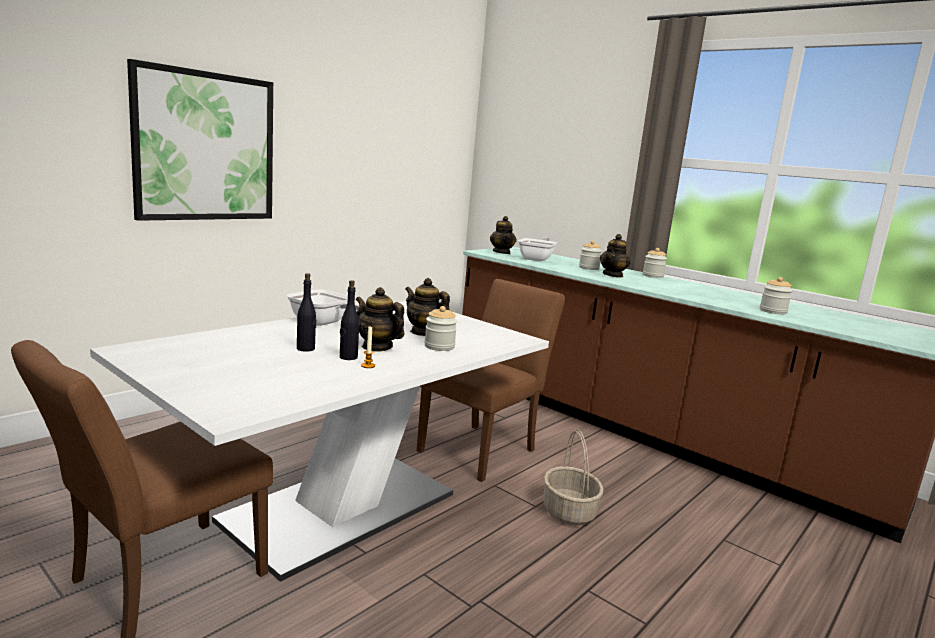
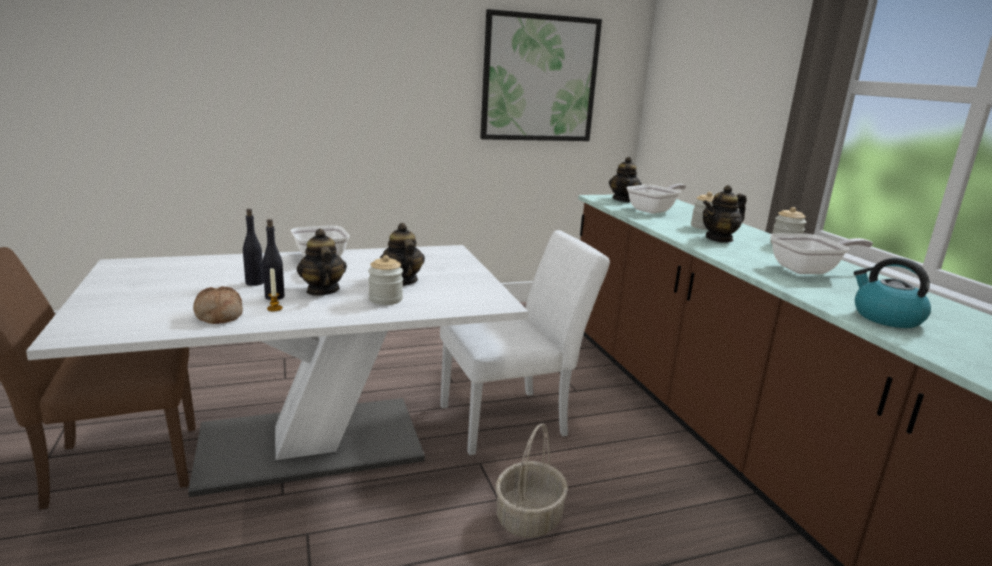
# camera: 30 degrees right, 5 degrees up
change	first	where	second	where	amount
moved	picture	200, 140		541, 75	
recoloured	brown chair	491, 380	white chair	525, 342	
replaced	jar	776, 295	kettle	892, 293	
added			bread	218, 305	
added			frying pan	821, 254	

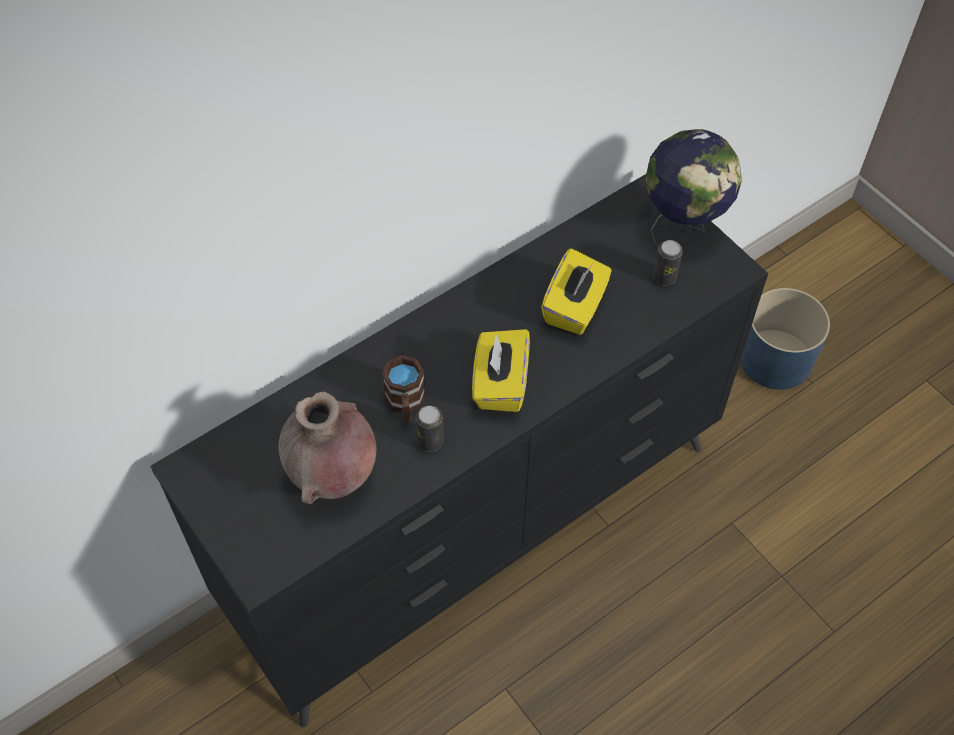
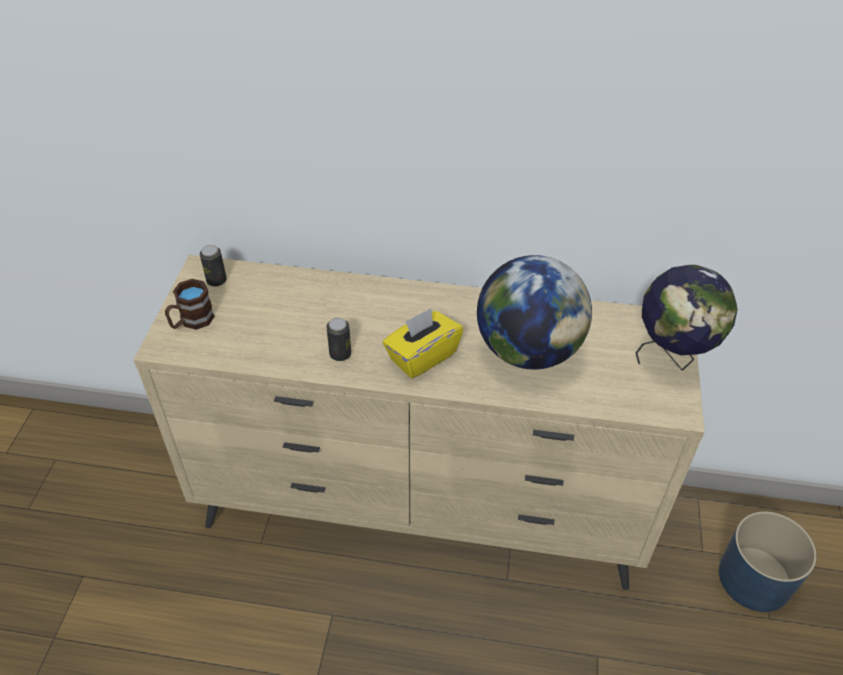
# camera: 45 degrees right, 10 degrees down
change	first	where	second	where	amount
recoloured	black dresser	459, 450	beige dresser	419, 422	
removed	brown vase	327, 447			
moved	brown mug	404, 388		190, 304	
replaced	yellow tissue box	576, 291	globe	534, 312	
moved	can	668, 262		213, 266	

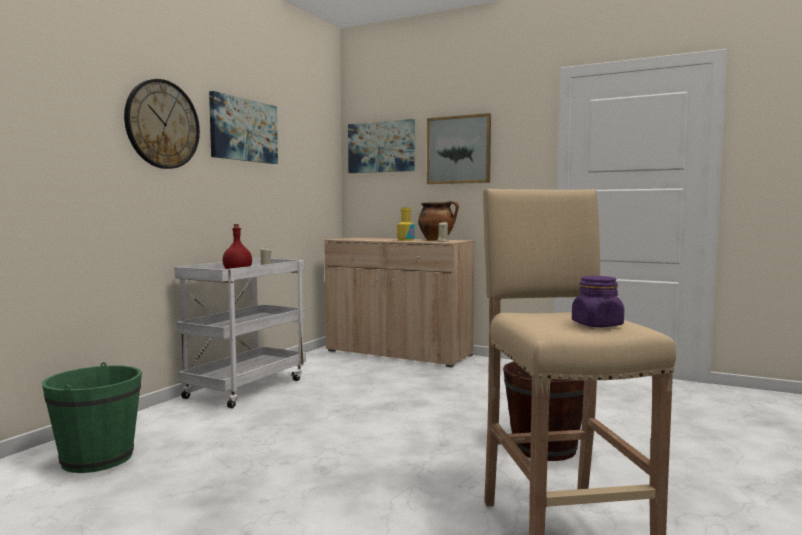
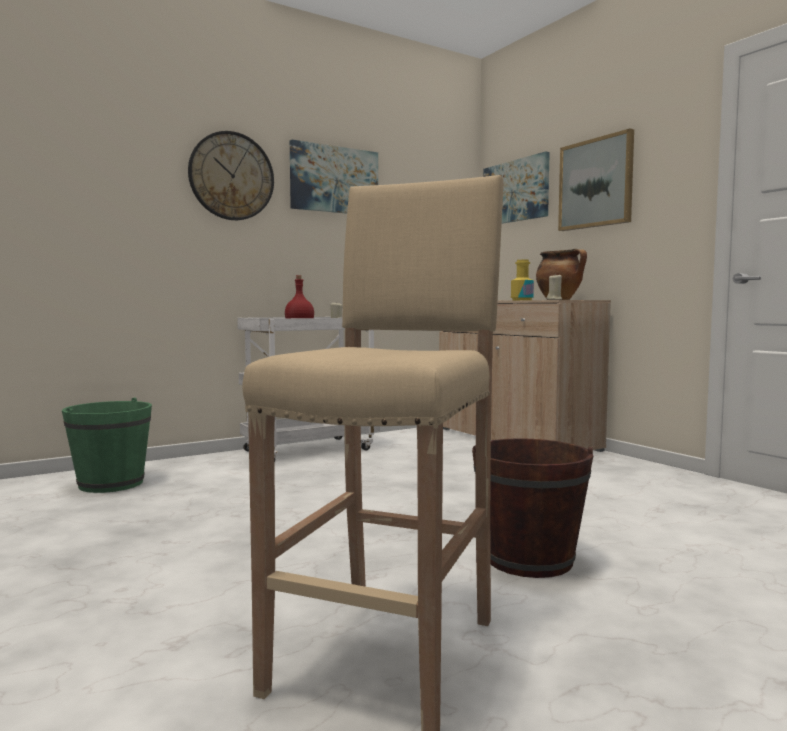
# camera: 30 degrees right, 0 degrees up
change	first	where	second	where	amount
removed	purple jar	598, 301			

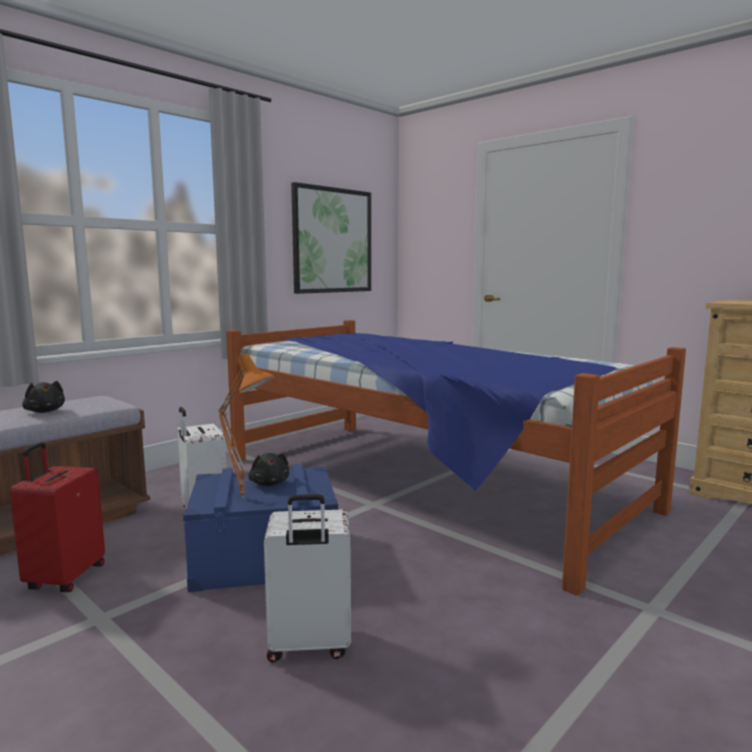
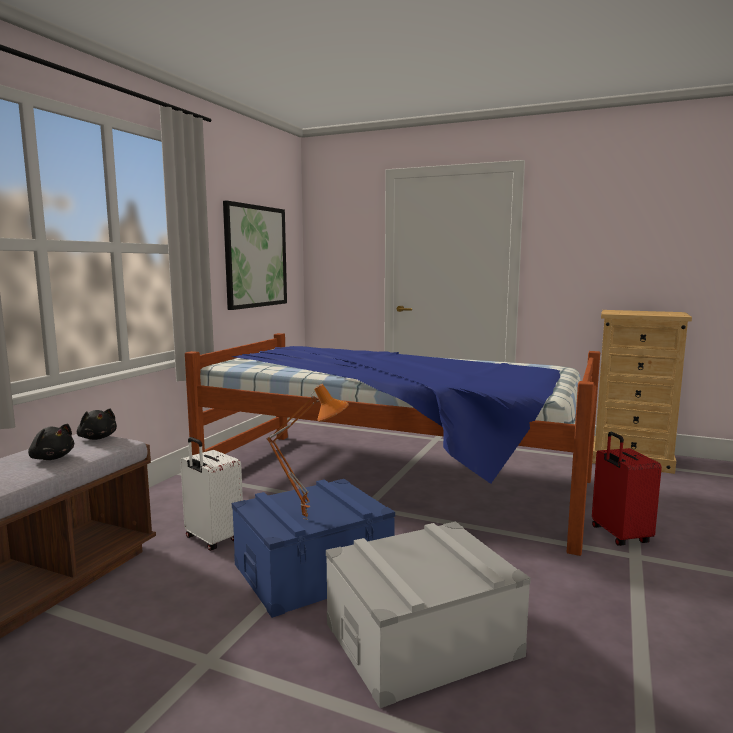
# camera: 20 degrees left, 0 degrees up
change	first	where	second	where	amount
moved	red suitcase	57, 517		627, 489	
moved	black plush toy	269, 469		97, 424	
replaced	white suitcase	307, 578	grey storage box	428, 614	

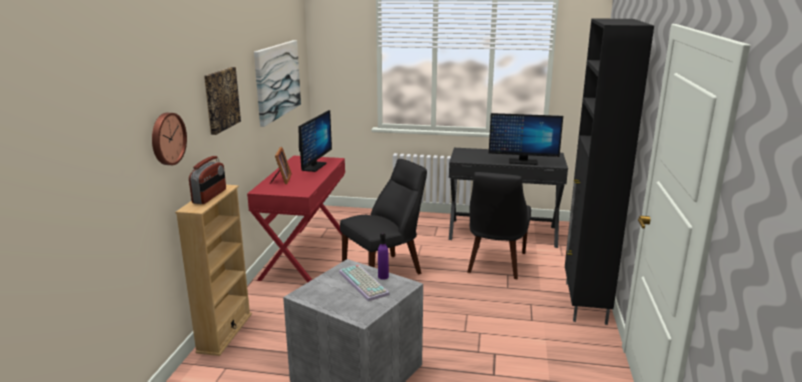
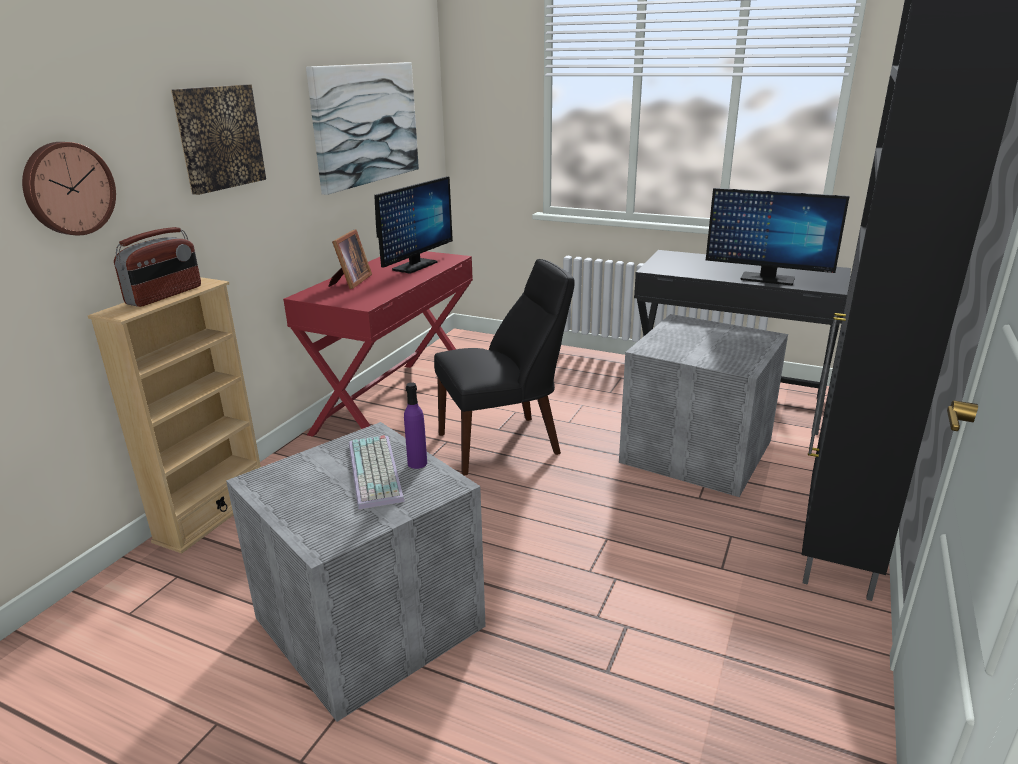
# camera: 15 degrees right, 5 degrees up
change	first	where	second	where	amount
replaced	black chair	499, 225	grey storage box	703, 405	

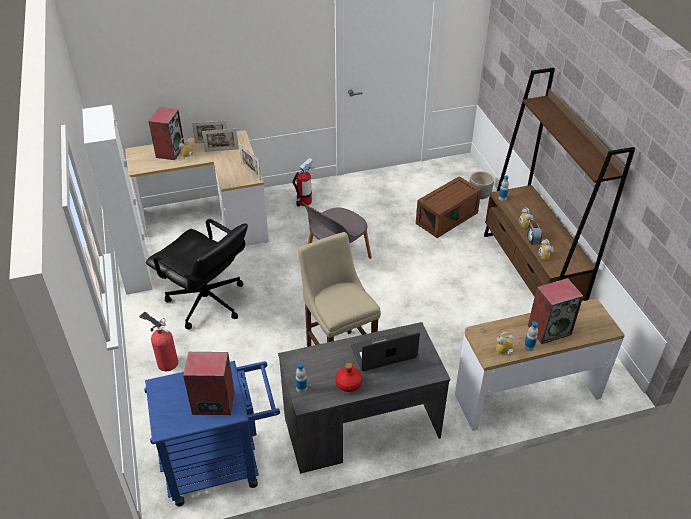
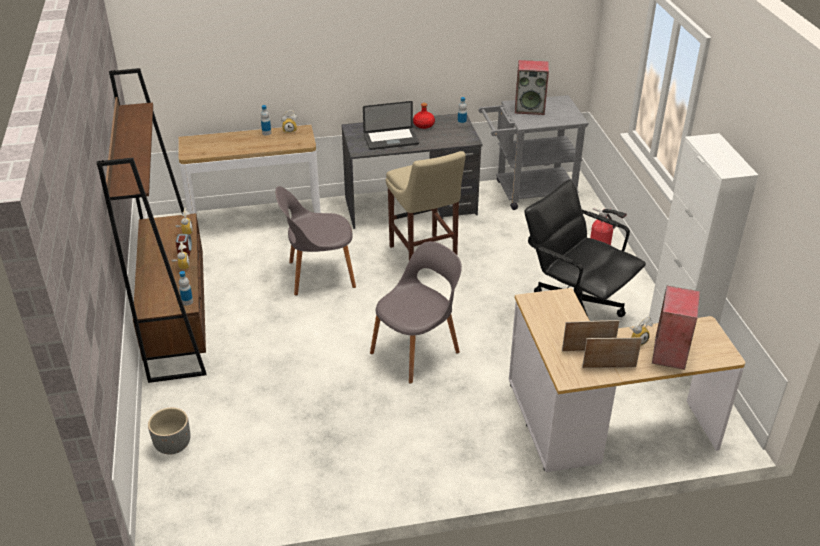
# camera: 175 degrees left, 5 degrees down
change	first	where	second	where	amount
recoloured	blue cart	212, 433	grey cart	533, 152	
removed	picture frame	250, 162			
removed	fire extinguisher	303, 182			
removed	brown storage box	448, 207			
removed	speaker	555, 311			
added			grey chair	315, 241	

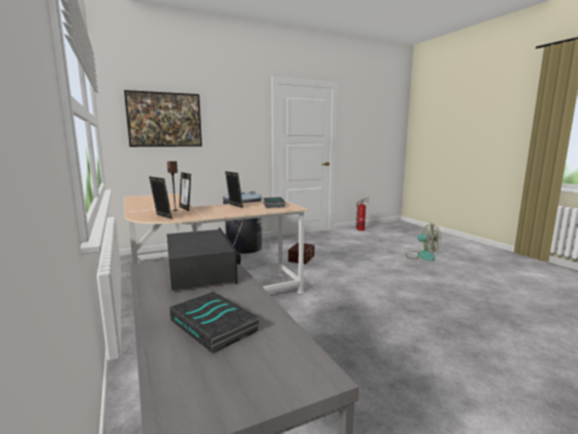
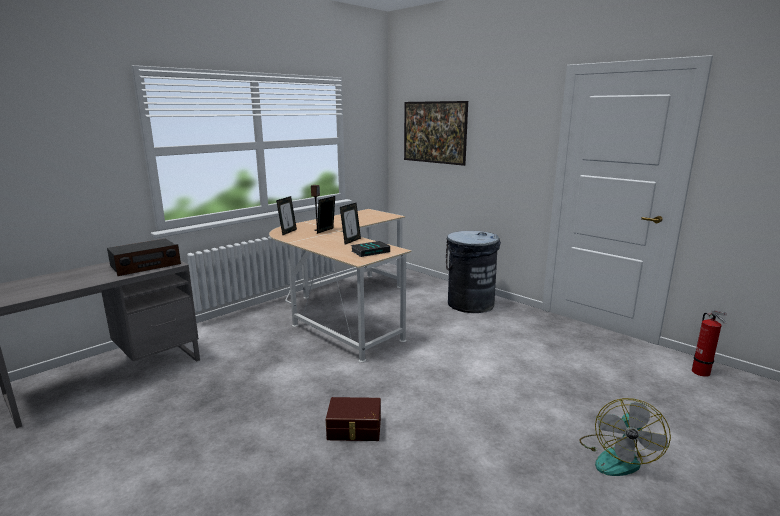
# camera: 70 degrees right, 5 degrees up
change	first	where	second	where	amount
removed	book	214, 323			
moved	brown storage box	301, 253		353, 419	

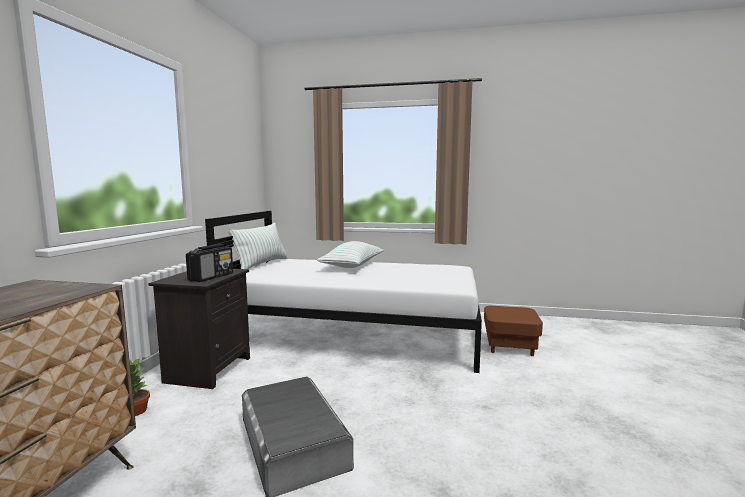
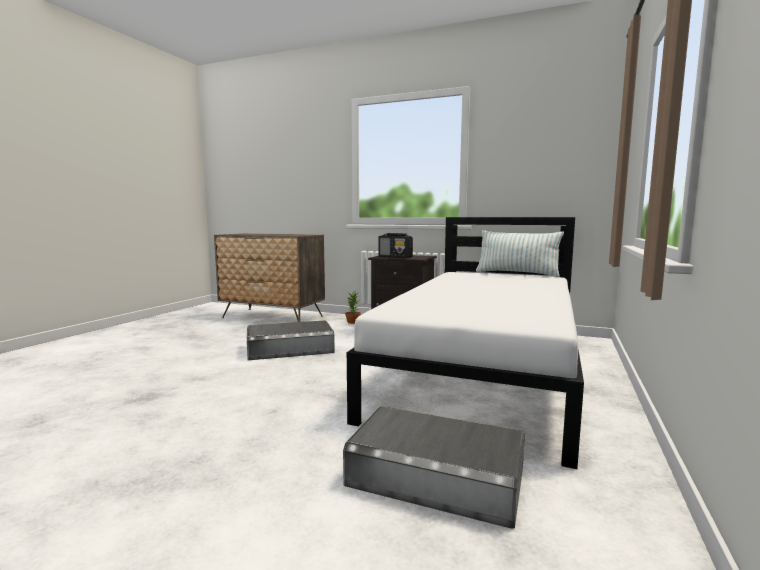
# camera: 100 degrees right, 0 degrees up
change	first	where	second	where	amount
removed	pillow	350, 254			
replaced	brown ottoman	513, 331	grey storage box	434, 467	

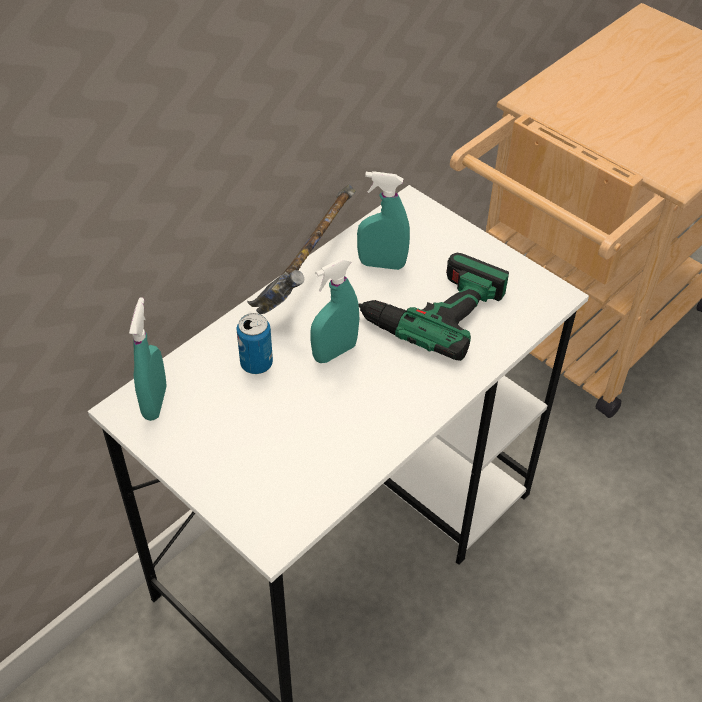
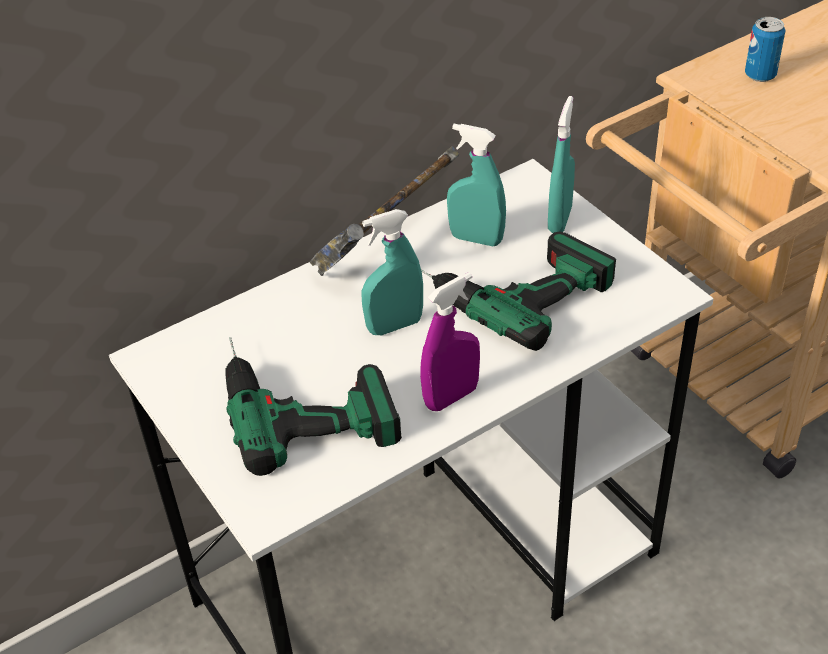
# camera: 15 degrees right, 5 degrees down
change	first	where	second	where	amount
moved	turquoise spray bottle	148, 359		561, 164	
moved	can	254, 343		765, 49	
added			power drill	313, 406	
added			purple spray bottle	450, 341	

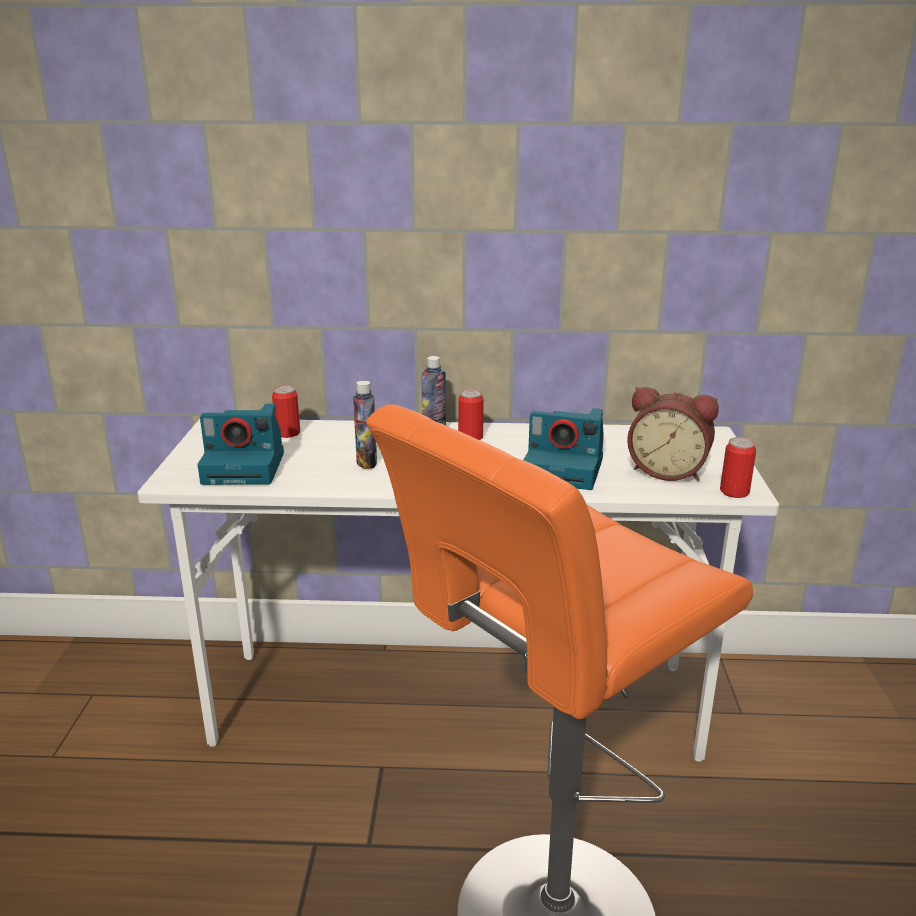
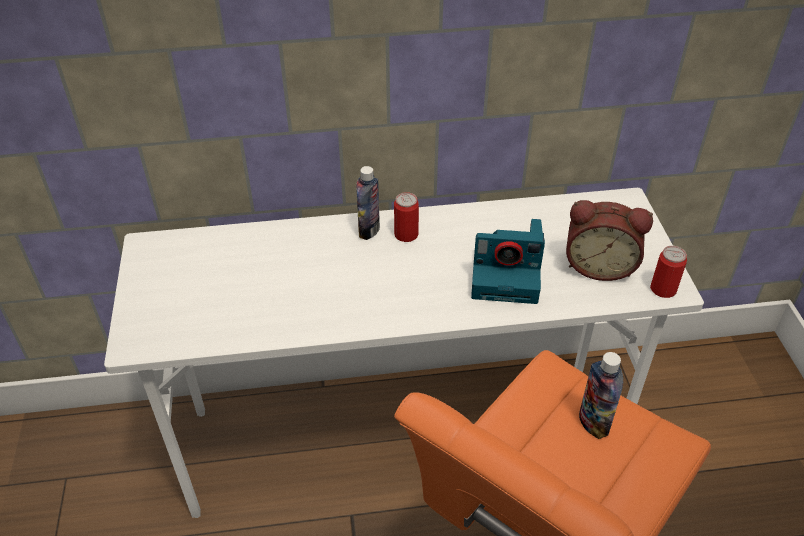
# camera: 10 degrees left, 20 degrees up
change	first	where	second	where	amount
removed	photo camera	240, 444			
removed	can	286, 412			
moved	bottle	365, 425		601, 395	

